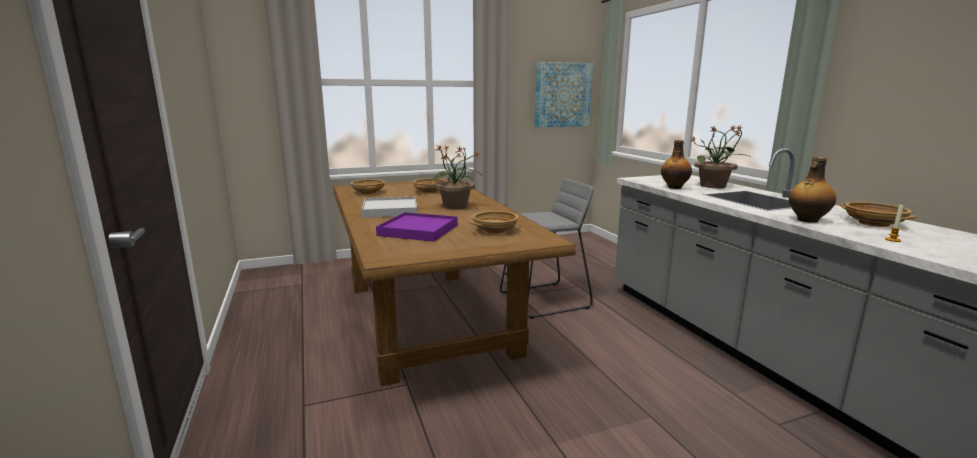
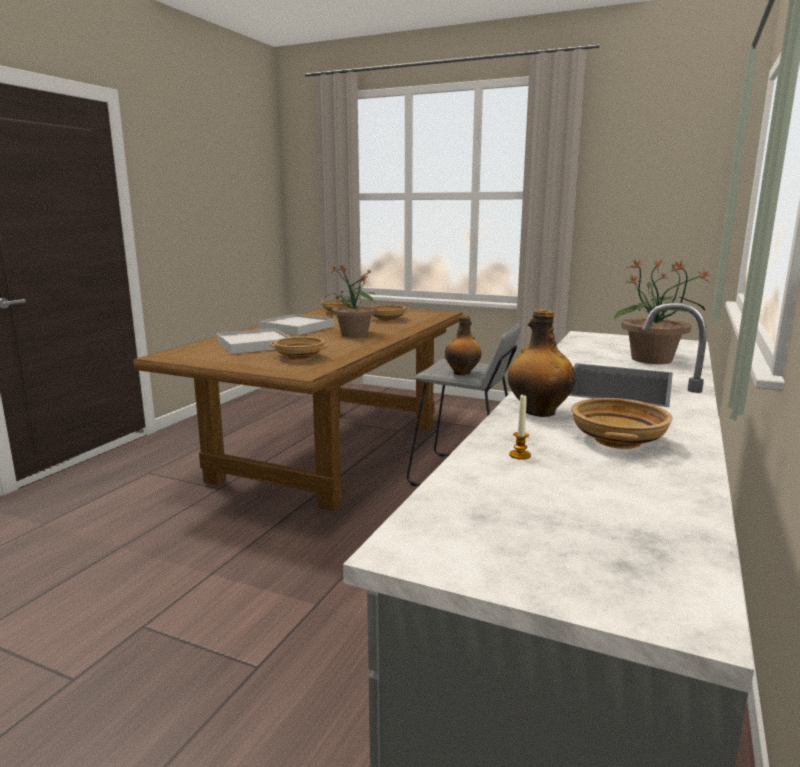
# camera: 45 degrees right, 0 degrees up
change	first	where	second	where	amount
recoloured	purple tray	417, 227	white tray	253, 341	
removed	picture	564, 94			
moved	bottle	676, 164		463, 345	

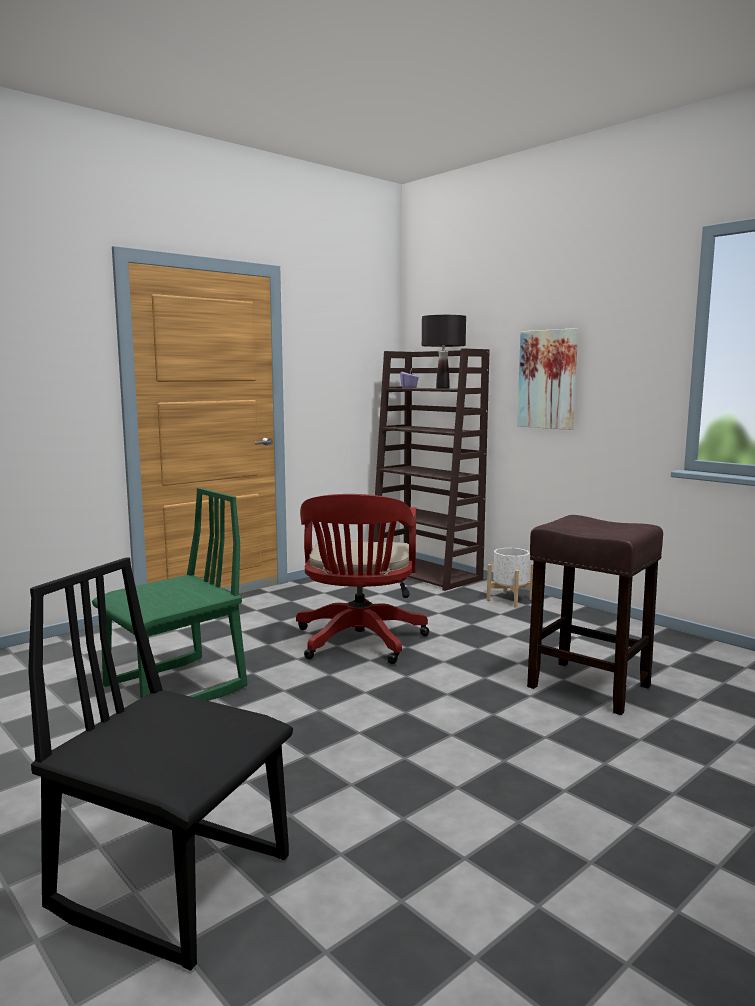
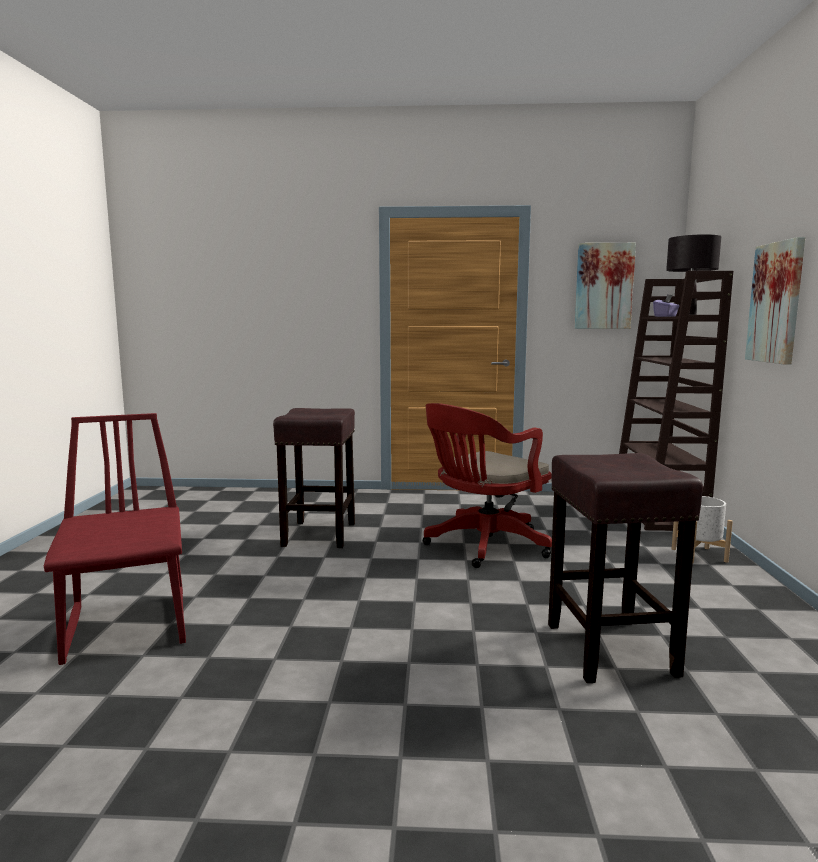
# camera: 45 degrees right, 0 degrees up
change	first	where	second	where	amount
recoloured	black chair	160, 764	red chair	115, 539	
replaced	green chair	169, 594	brown stool	314, 478	
added			picture	605, 286	

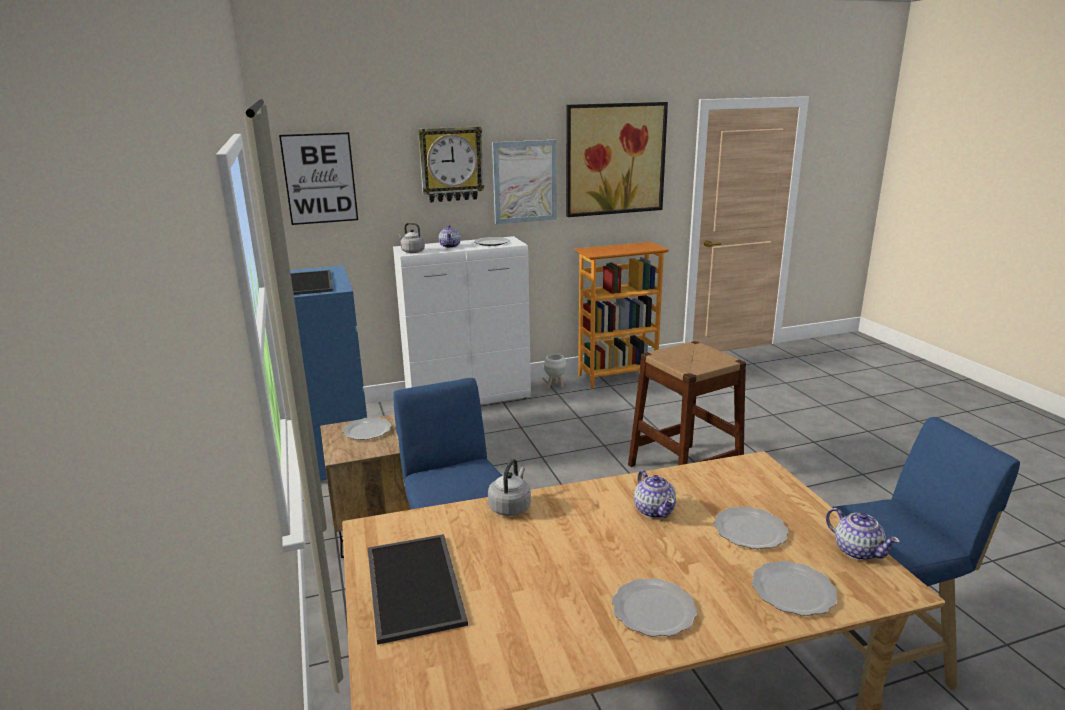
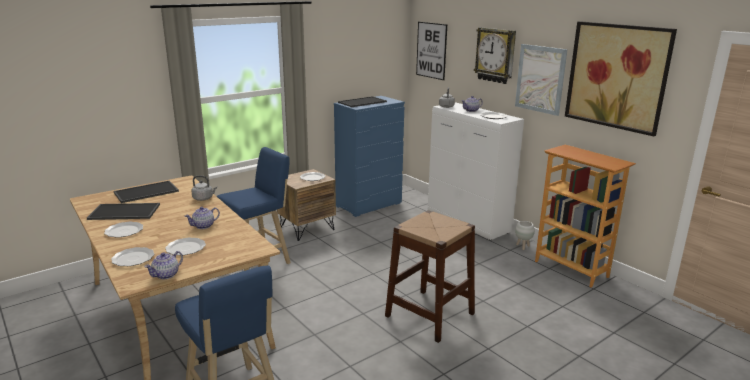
# camera: 70 degrees right, 0 degrees up
change	first	where	second	where	amount
added			tray	123, 211	

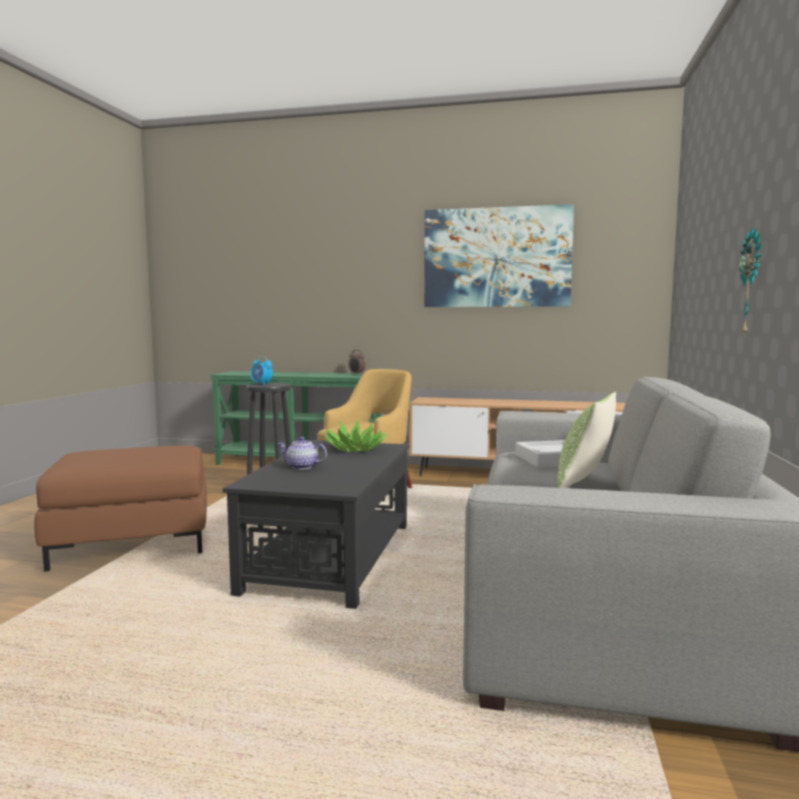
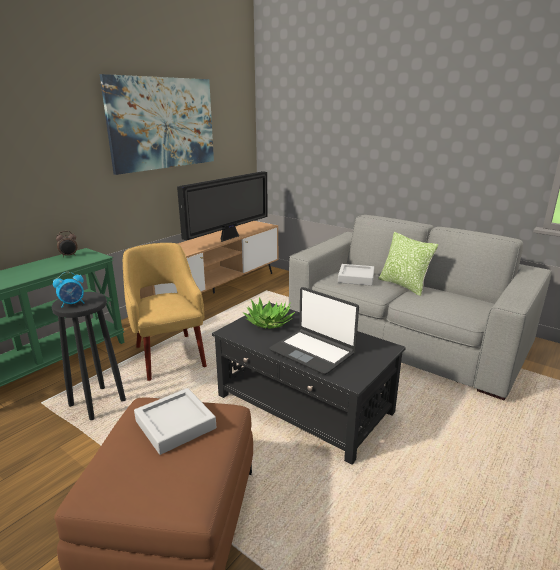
# camera: 65 degrees left, 15 degrees up
change	first	where	second	where	amount
replaced	teapot	302, 453	laptop	314, 331	
removed	wall clock	750, 281			
added			grey tray	175, 421	
added			television	222, 206	

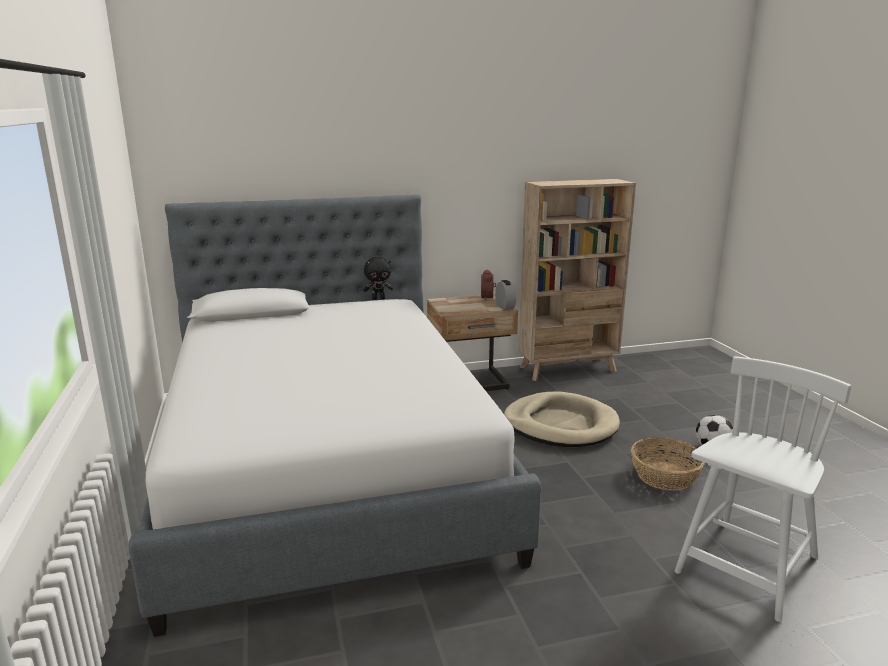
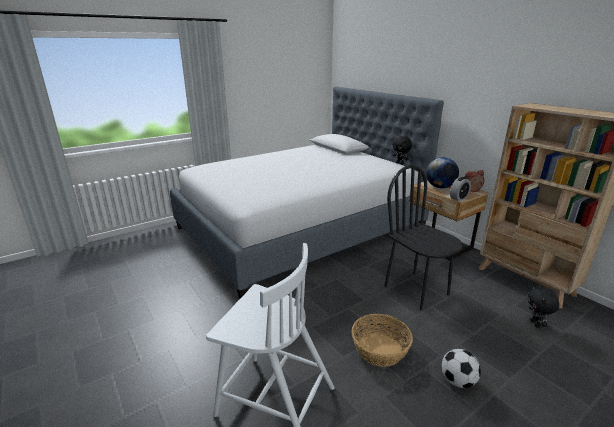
# camera: 70 degrees right, 5 degrees up
change	first	where	second	where	amount
replaced	beige dog bed	562, 419	black chair	423, 237	
added			globe	442, 172	
added			black plush toy	543, 307	

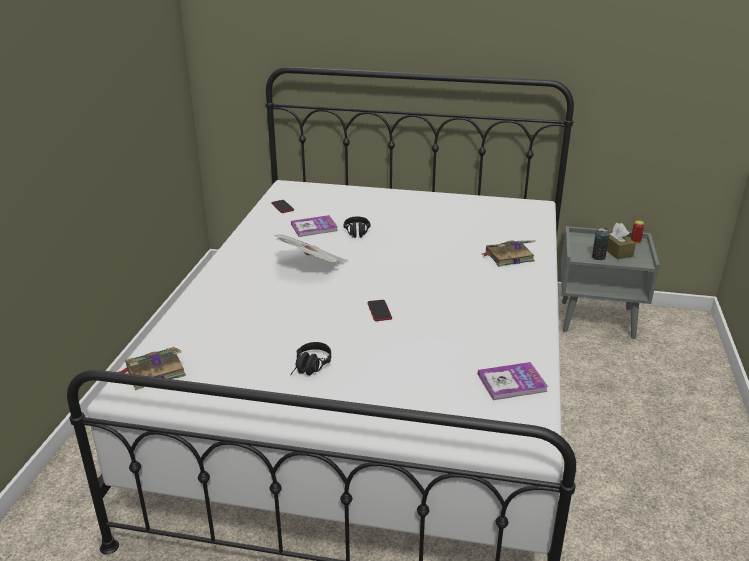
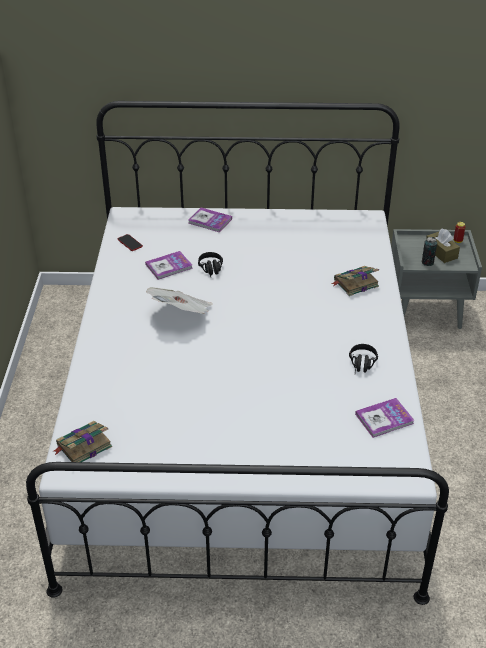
# camera: 10 degrees left, 10 degrees up
change	first	where	second	where	amount
moved	black headphones	310, 359		363, 358	
removed	phone	379, 310			
added			book	210, 220	

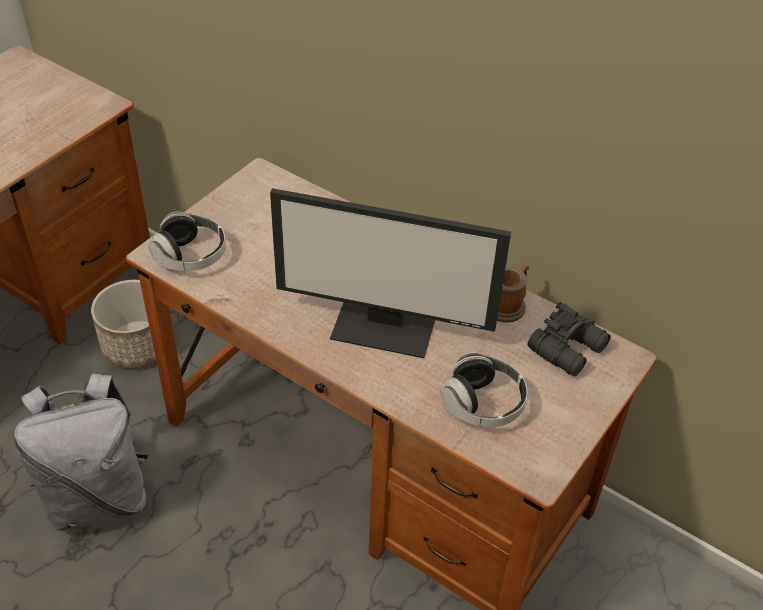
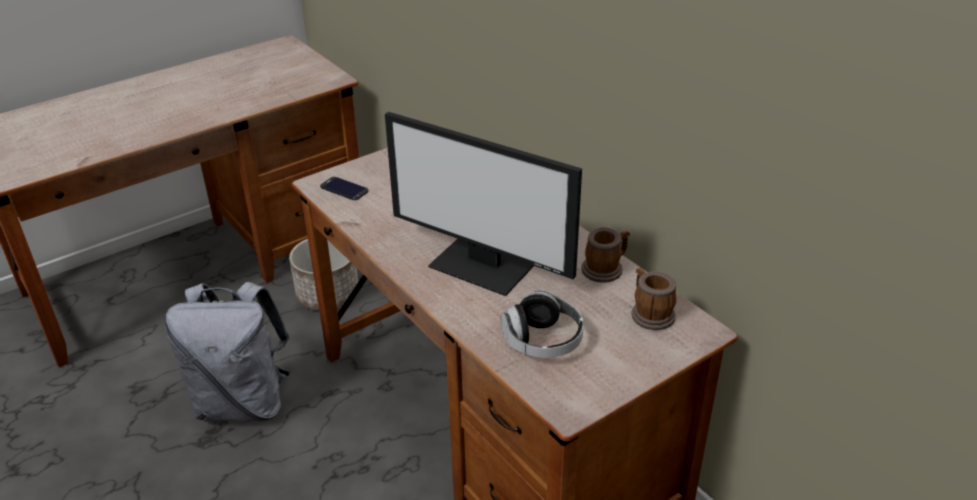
# camera: 20 degrees right, 10 degrees down
change	first	where	second	where	amount
replaced	headphones	187, 241	phone	344, 188	
replaced	black binoculars	569, 339	mug	654, 299	

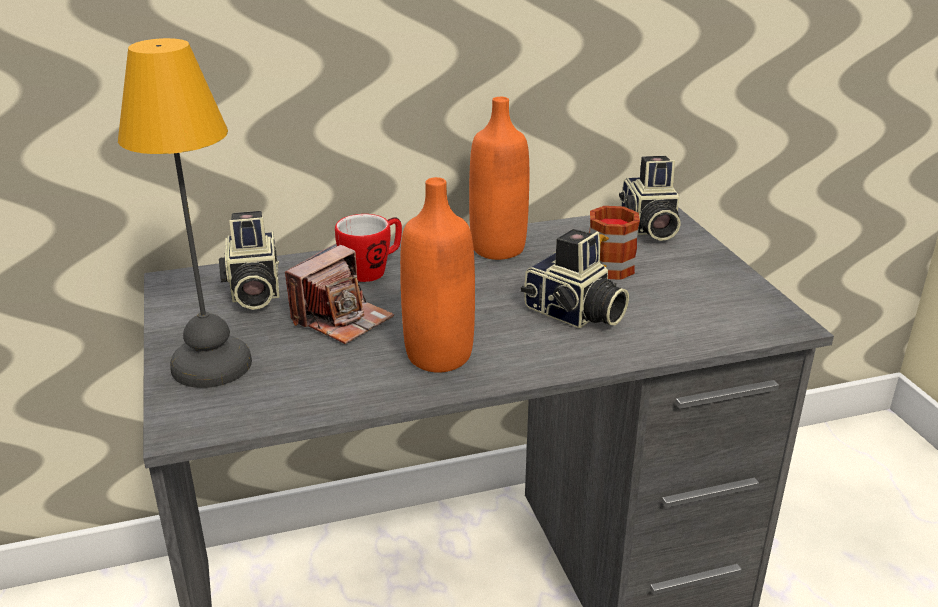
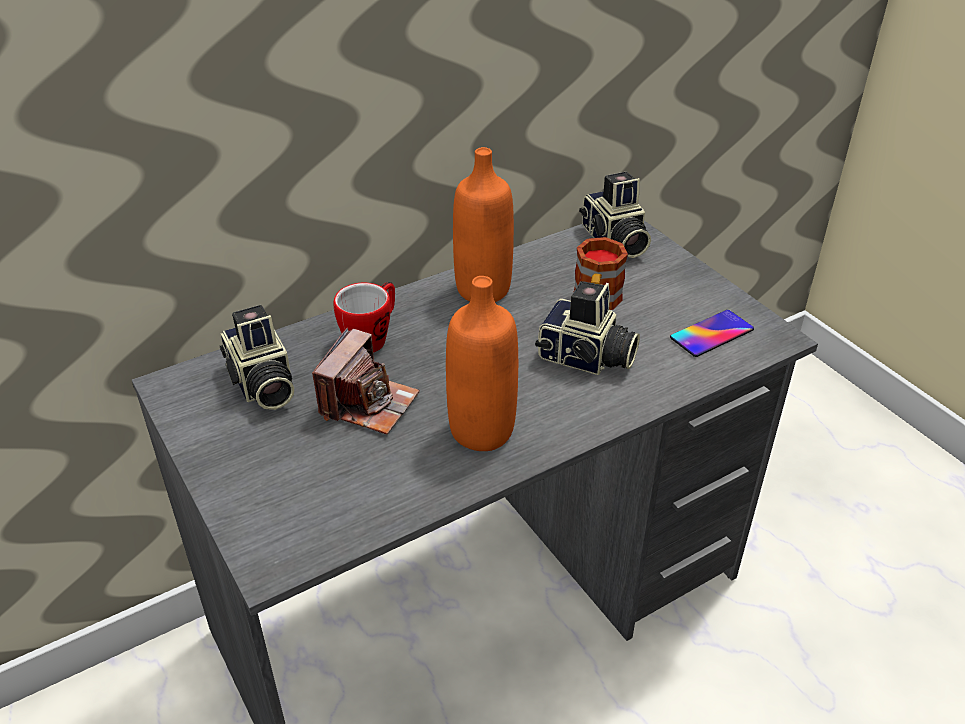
# camera: 15 degrees left, 10 degrees up
change	first	where	second	where	amount
removed	table lamp	185, 213			
added			phone	712, 333	

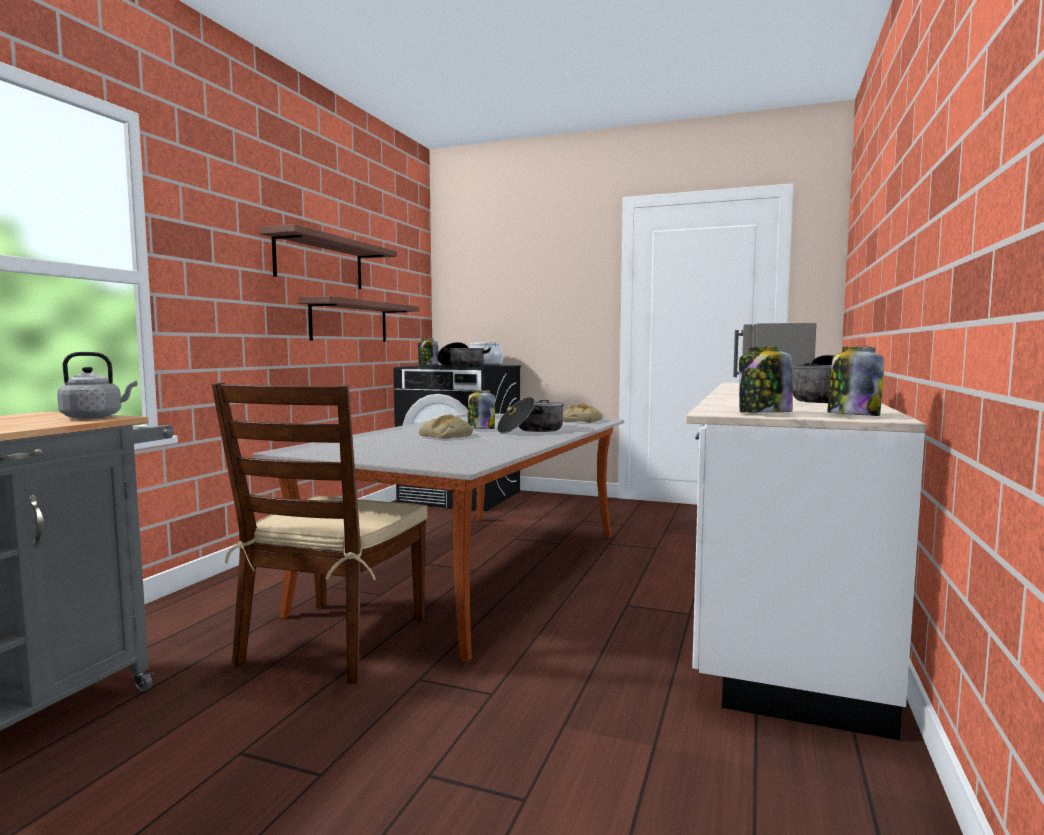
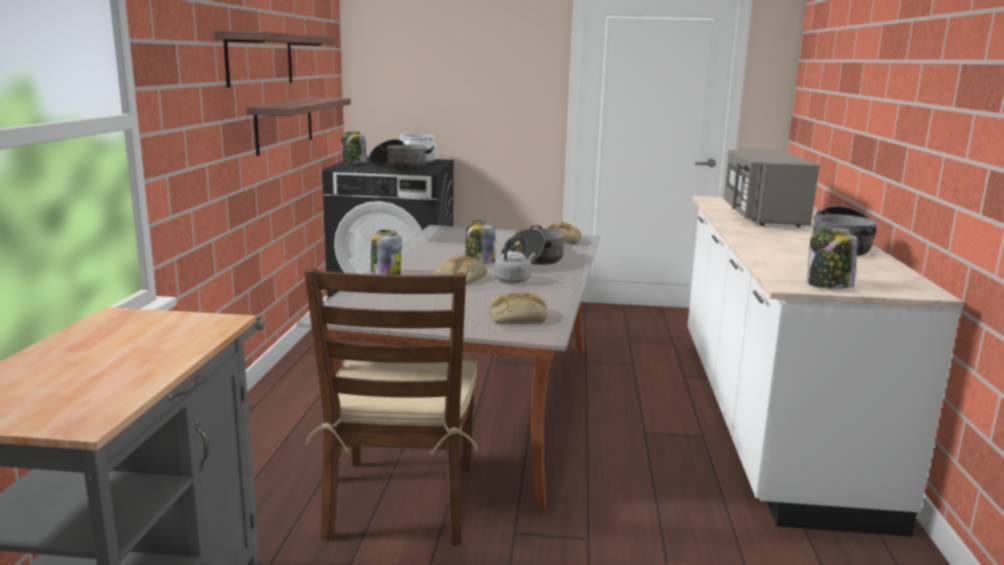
# camera: 15 degrees left, 10 degrees up
change	first	where	second	where	amount
moved	grey kettle	97, 385		515, 260	
moved	jar	856, 381		386, 252	
added			bread	518, 308	

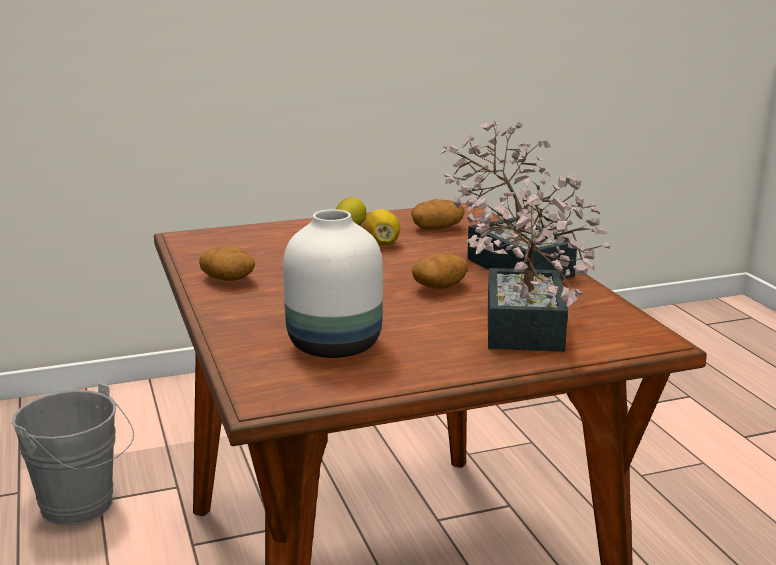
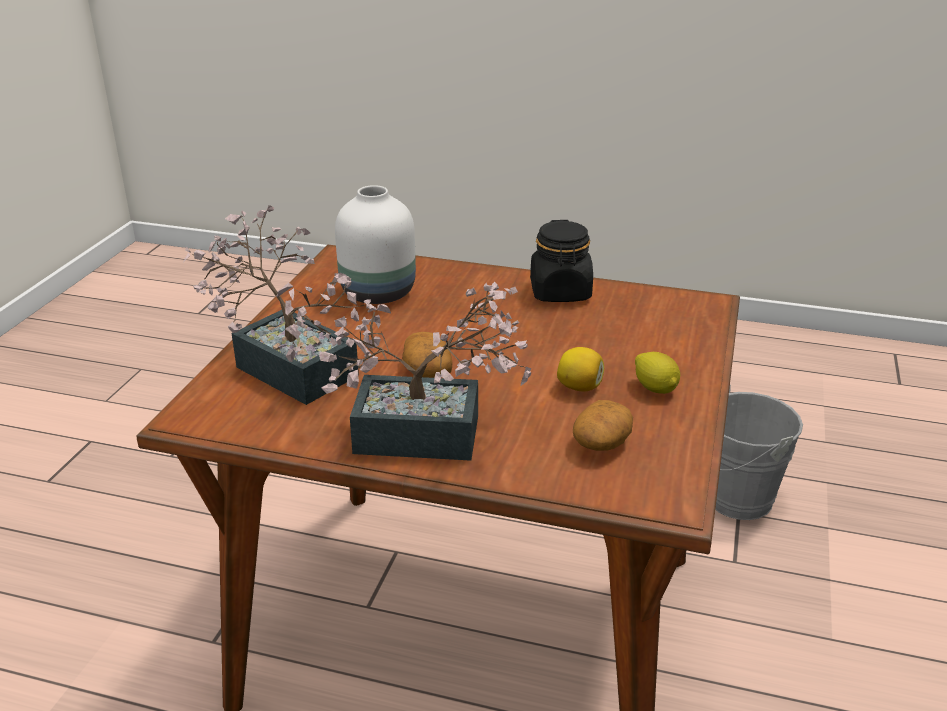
# camera: 125 degrees right, 10 degrees up
change	first	where	second	where	amount
replaced	potato	227, 263	black jar	561, 261	

